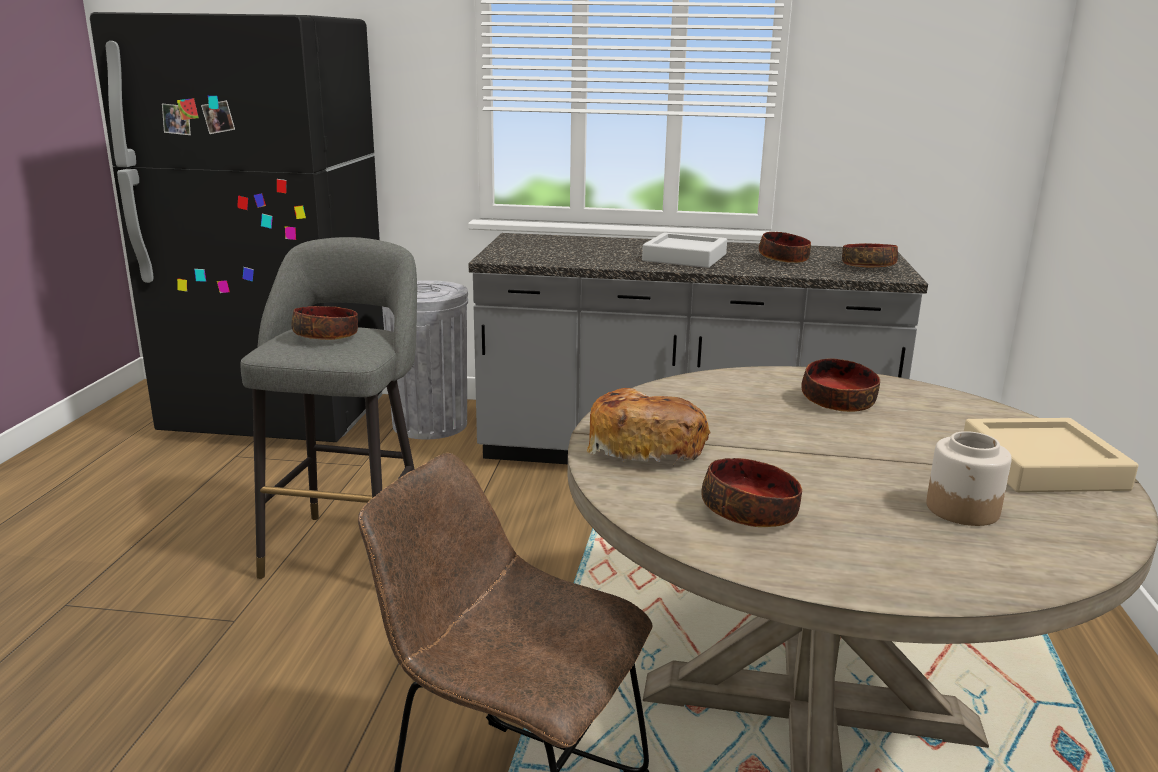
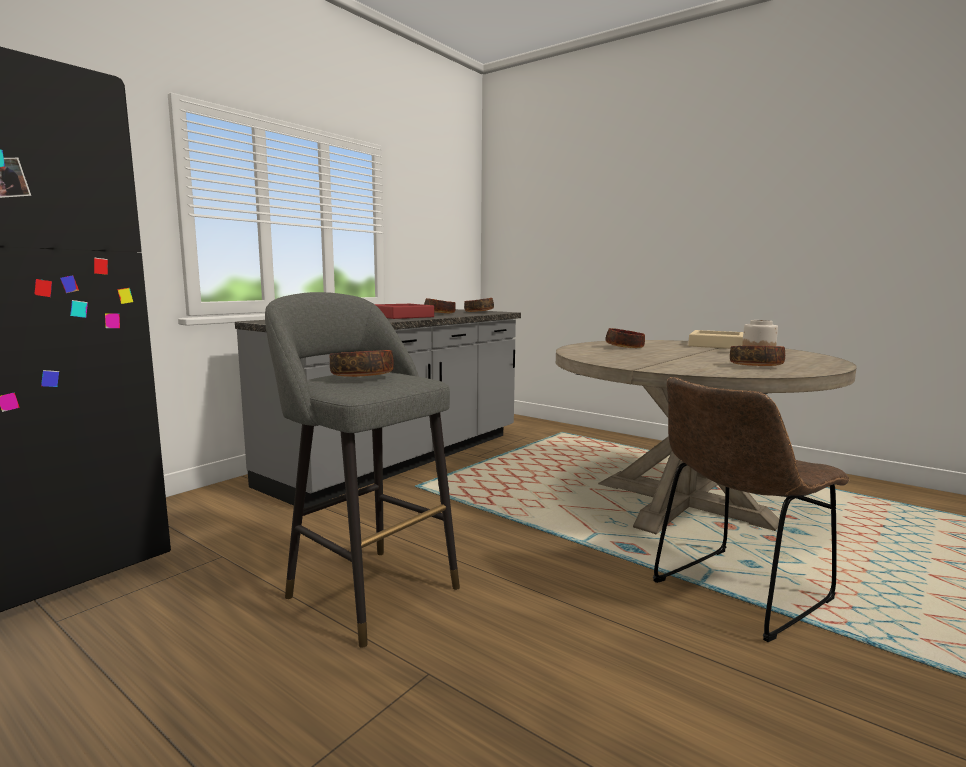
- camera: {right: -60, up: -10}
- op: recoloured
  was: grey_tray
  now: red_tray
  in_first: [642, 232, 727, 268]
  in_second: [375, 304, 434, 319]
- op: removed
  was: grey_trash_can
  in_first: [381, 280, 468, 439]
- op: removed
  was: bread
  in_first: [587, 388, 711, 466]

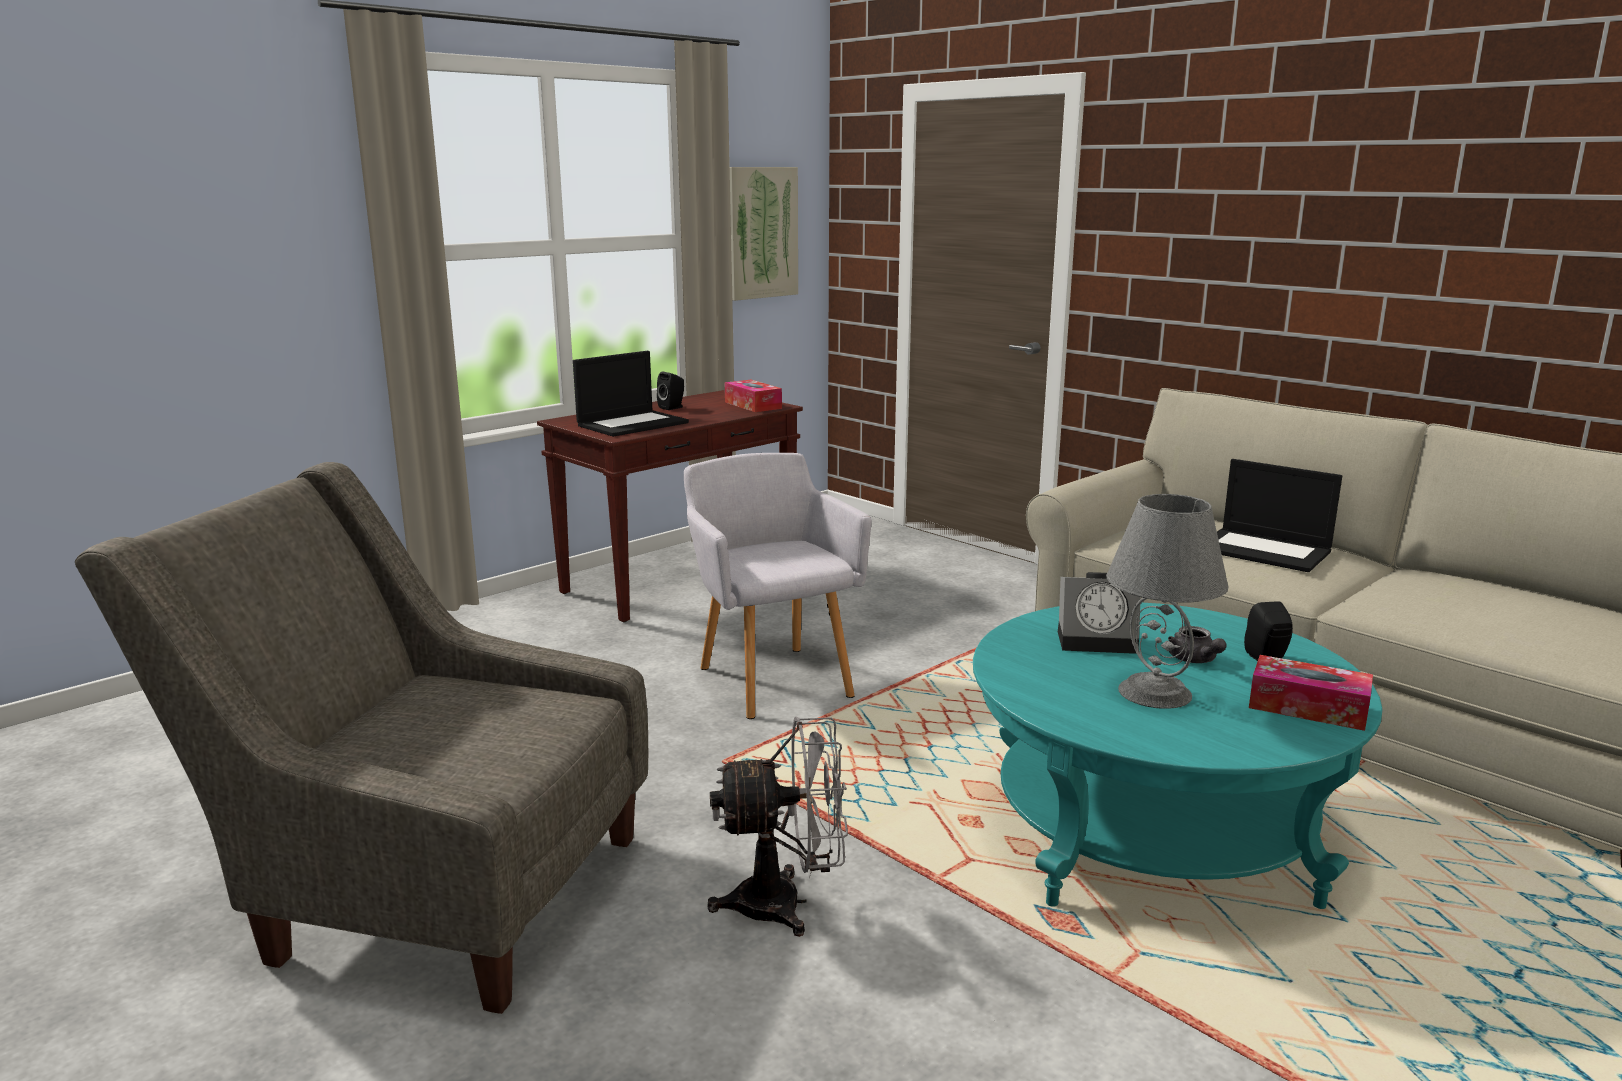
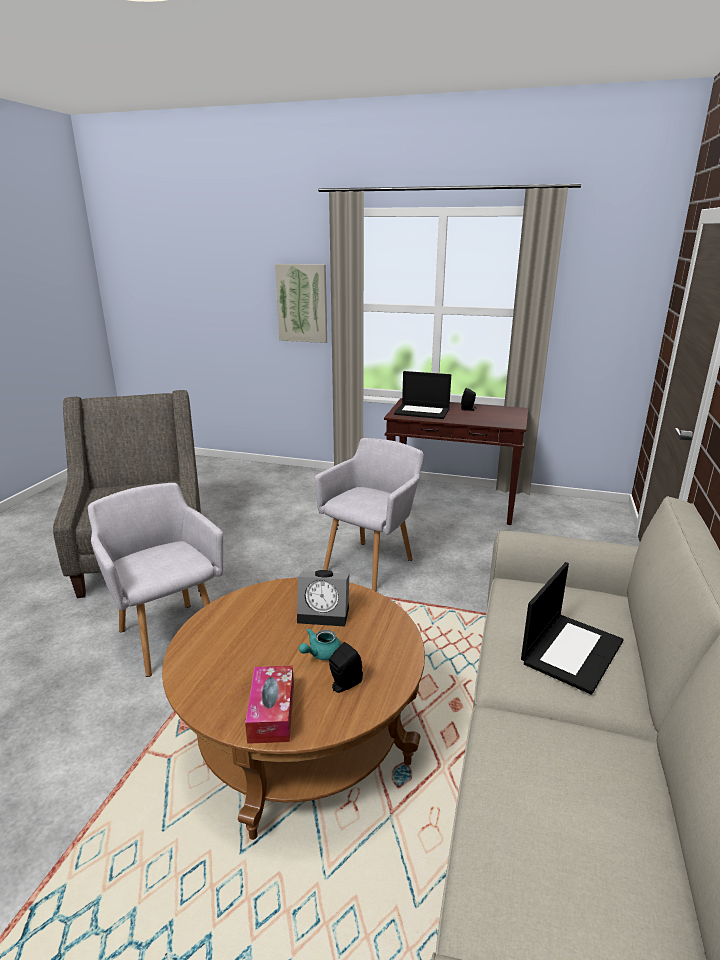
- camera: {right: 60, up: 5}
- op: moved
  was: picture
  in_first: [730, 167, 798, 301]
  in_second: [275, 264, 327, 343]
- op: removed
  was: tissue_box
  in_first: [725, 380, 782, 412]
- op: turned
  was: laptop
  in_first: [1217, 459, 1342, 572]
  in_second: [521, 562, 624, 695]
  clockwise: -150
- op: removed
  was: grey_table_lamp
  in_first: [1106, 494, 1229, 709]
- op: turned
  was: alarm_clock
  in_first: [1058, 572, 1141, 654]
  in_second: [297, 570, 349, 627]
  clockwise: -60
- op: recoloured
  was: turquoise_coffee_table
  now: brown_coffee_table
  in_first: [973, 603, 1383, 909]
  in_second: [162, 578, 425, 840]
- op: recoloured
  was: grey_teapot
  now: turquoise_teapot
  in_first: [1168, 626, 1227, 663]
  in_second: [299, 628, 341, 660]
- op: replaced
  was: grey_fan
  now: grey_armchair
  in_first: [707, 717, 848, 937]
  in_second: [88, 483, 223, 677]

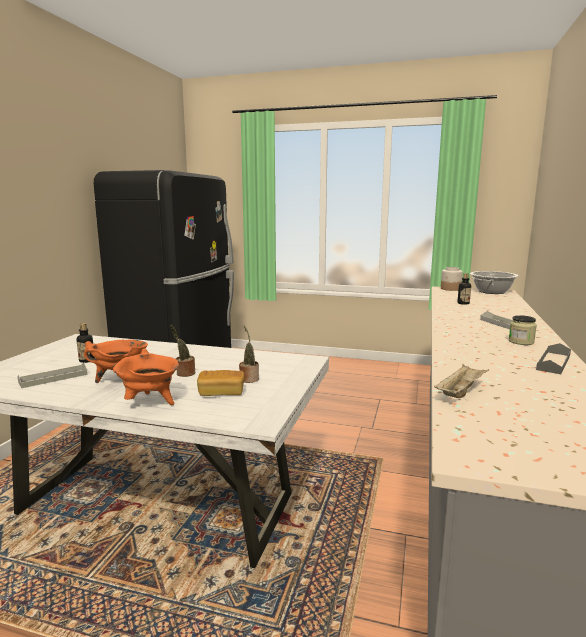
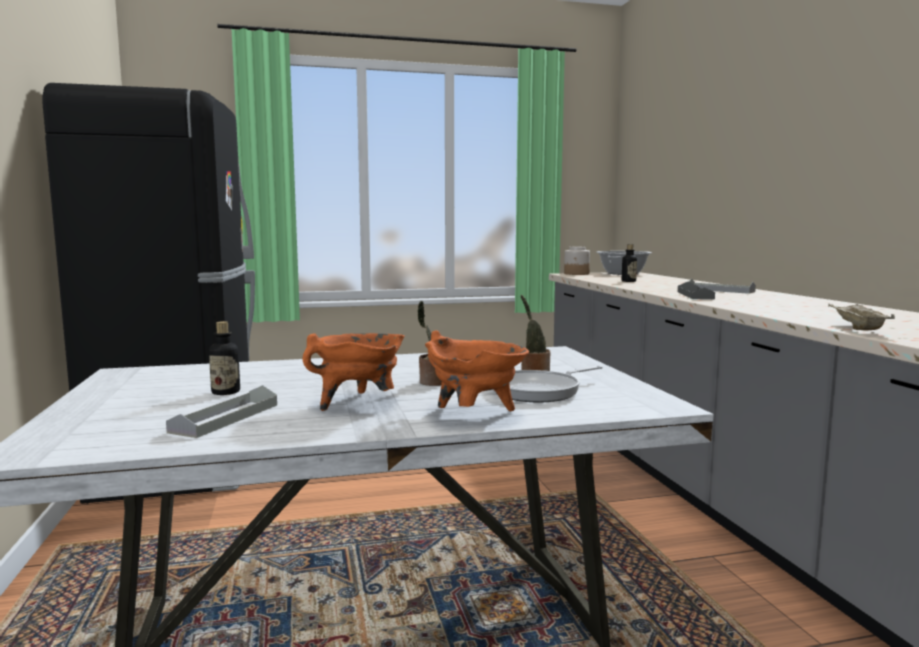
- camera: {right: -30, up: -5}
- op: removed
  was: jar
  in_first: [509, 315, 537, 345]
- op: moved
  was: grey_tray
  in_first: [536, 343, 571, 374]
  in_second: [678, 281, 715, 300]
- op: replaced
  was: bread
  now: frying_pan
  in_first: [197, 370, 244, 396]
  in_second: [493, 365, 603, 403]

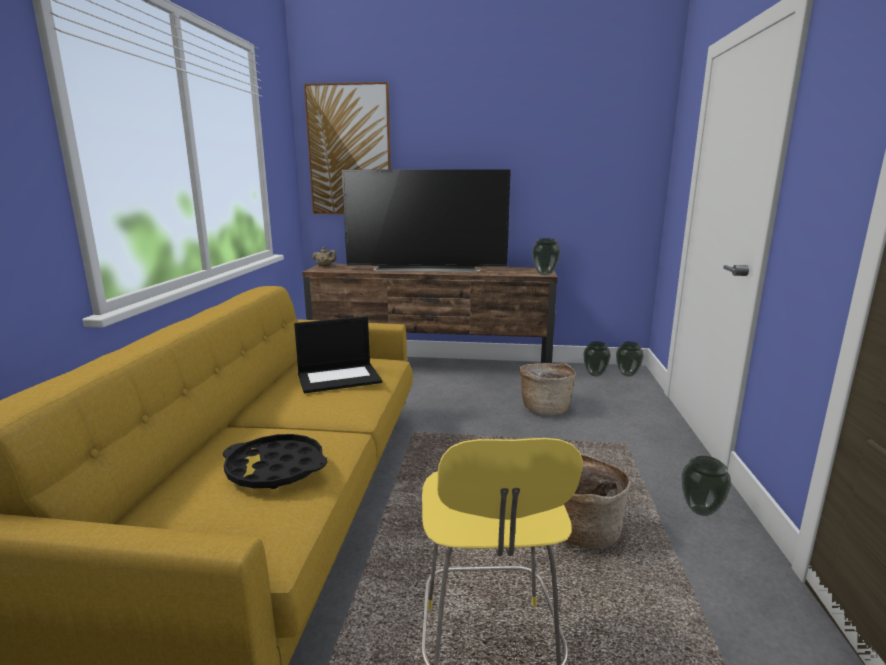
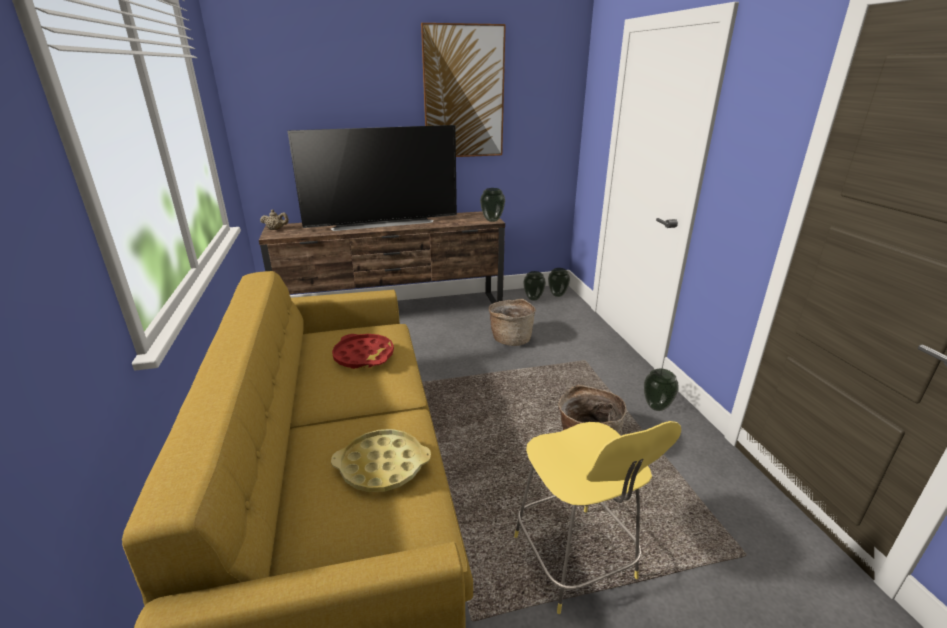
- camera: {right: -20, up: 10}
- op: moved
  was: picture
  in_first: [304, 82, 391, 214]
  in_second: [421, 23, 506, 157]
- op: replaced
  was: laptop
  now: red_tray
  in_first: [294, 316, 382, 393]
  in_second: [332, 334, 394, 369]
- op: recoloured
  was: black_tray
  now: yellow_tray
  in_first: [223, 434, 327, 489]
  in_second: [331, 429, 431, 492]

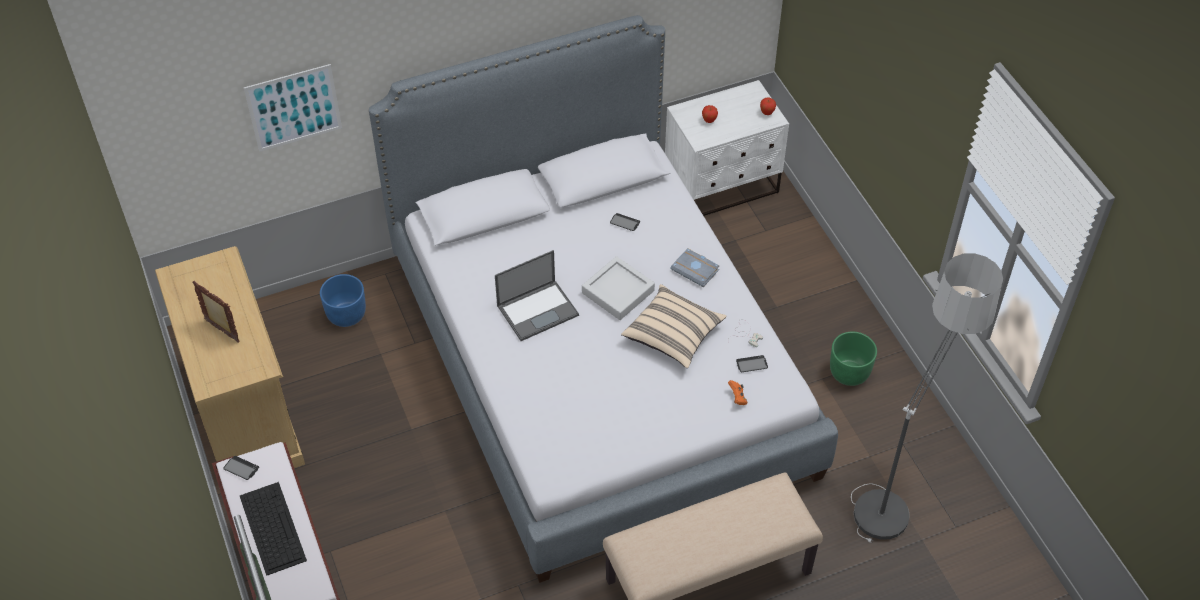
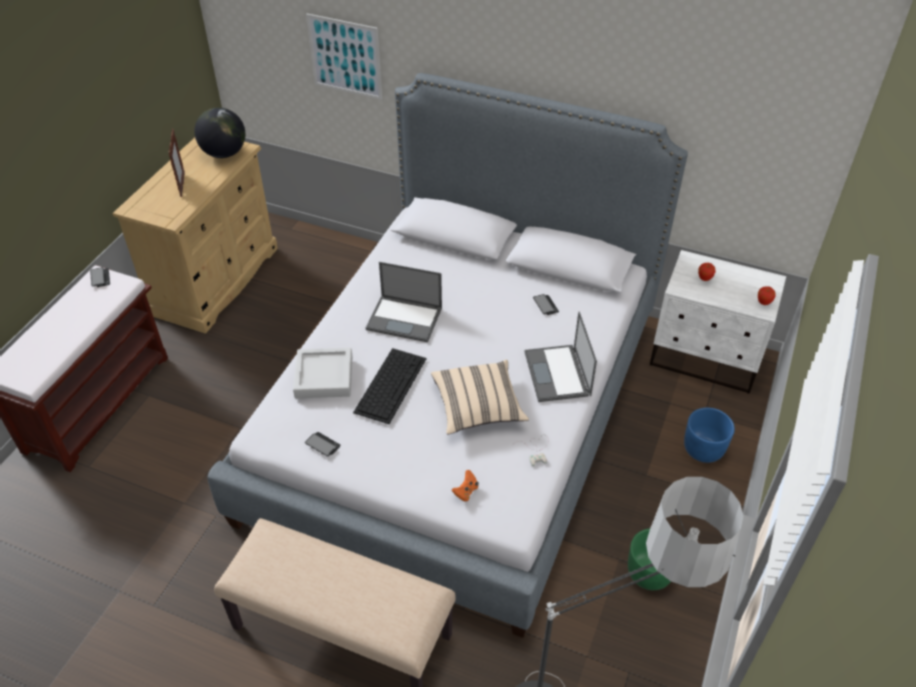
- camera: {right: 45, up: -5}
- op: replaced
  was: grey_book
  now: laptop
  in_first: [671, 248, 719, 287]
  in_second: [525, 312, 597, 402]
- op: moved
  was: grey_tray
  in_first: [582, 256, 655, 320]
  in_second: [293, 348, 353, 398]
- op: moved
  was: blue_planter
  in_first: [320, 274, 366, 327]
  in_second: [684, 408, 735, 463]
- op: moved
  was: phone
  in_first: [736, 355, 768, 372]
  in_second: [305, 432, 341, 457]
- op: moved
  was: keyboard
  in_first: [240, 482, 307, 576]
  in_second: [353, 348, 427, 424]
- op: added
  now: globe
  in_second: [194, 108, 245, 158]

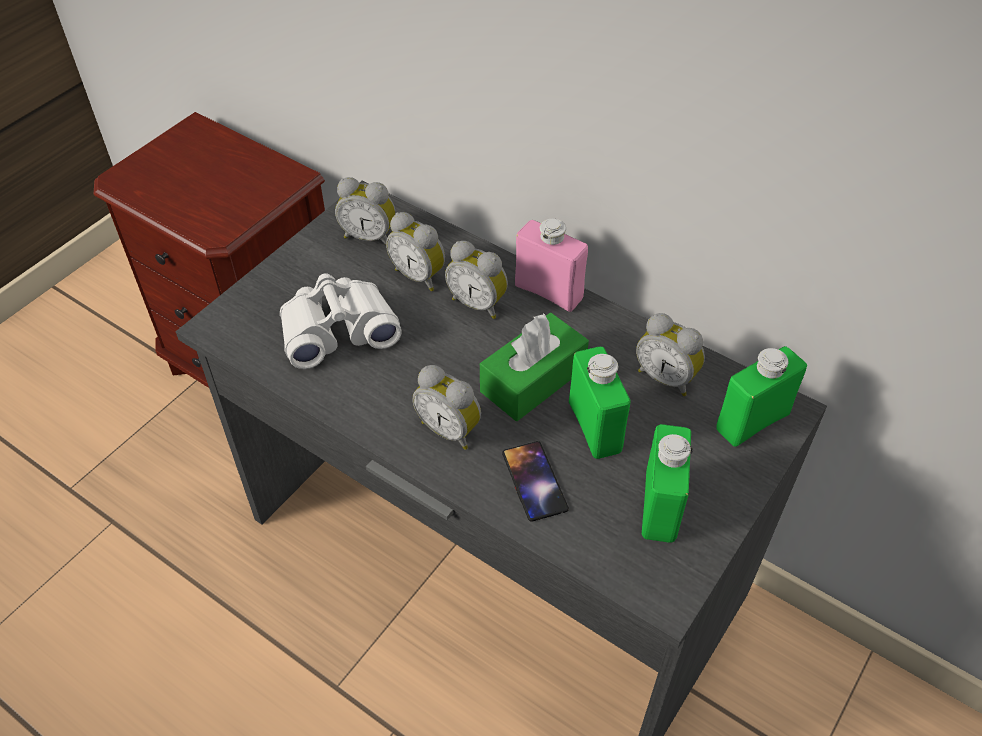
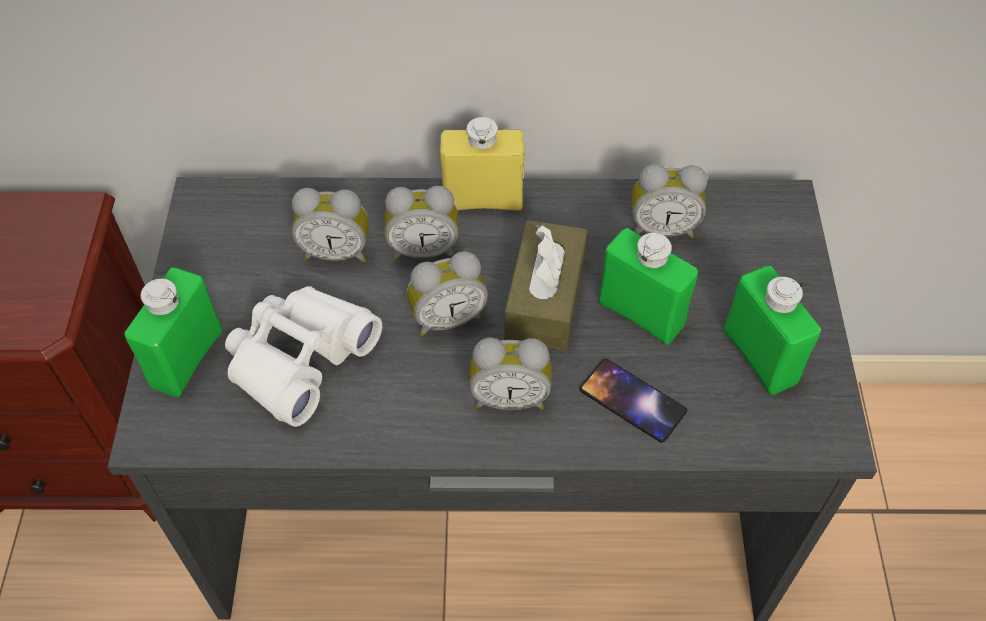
- camera: {right: -35, up: 5}
- op: moved
  was: alarm_clock
  in_first: [335, 177, 395, 245]
  in_second: [407, 251, 488, 337]
- op: recoloured
  was: pink_bottle
  now: yellow_bottle
  in_first: [515, 219, 588, 312]
  in_second: [440, 117, 525, 211]
- op: recoloured
  was: green_tissue_box
  now: brown_tissue_box
  in_first: [480, 313, 589, 421]
  in_second: [504, 220, 587, 351]
- op: moved
  was: green_bottle
  in_first: [716, 346, 807, 447]
  in_second: [124, 268, 222, 397]

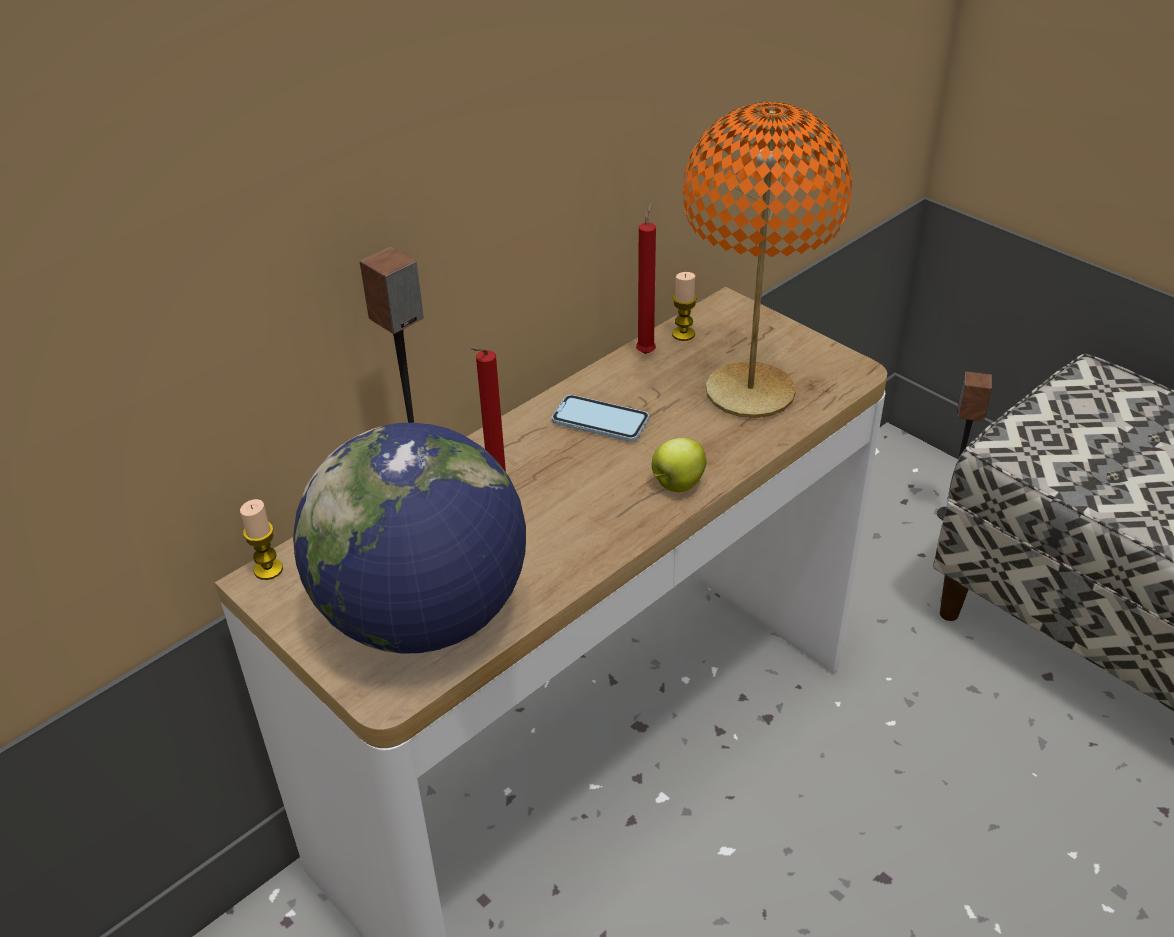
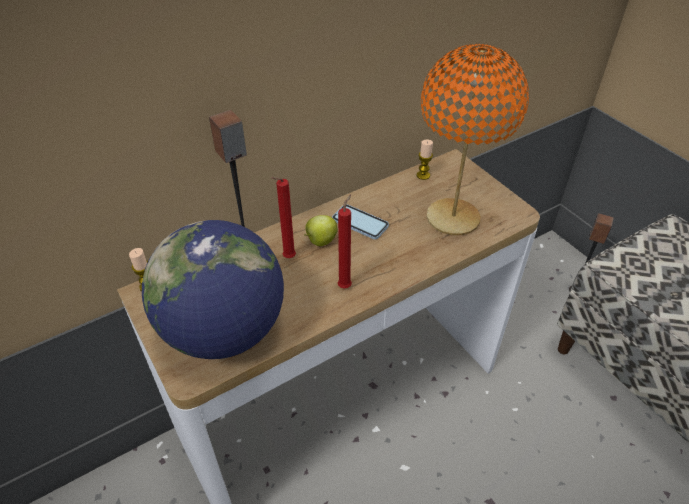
- camera: {right: 10, up: 5}
- op: moved
  was: red_candle
  in_first: [636, 203, 656, 354]
  in_second: [338, 194, 352, 289]
- op: moved
  was: apple
  in_first: [651, 438, 707, 492]
  in_second: [304, 215, 338, 246]

